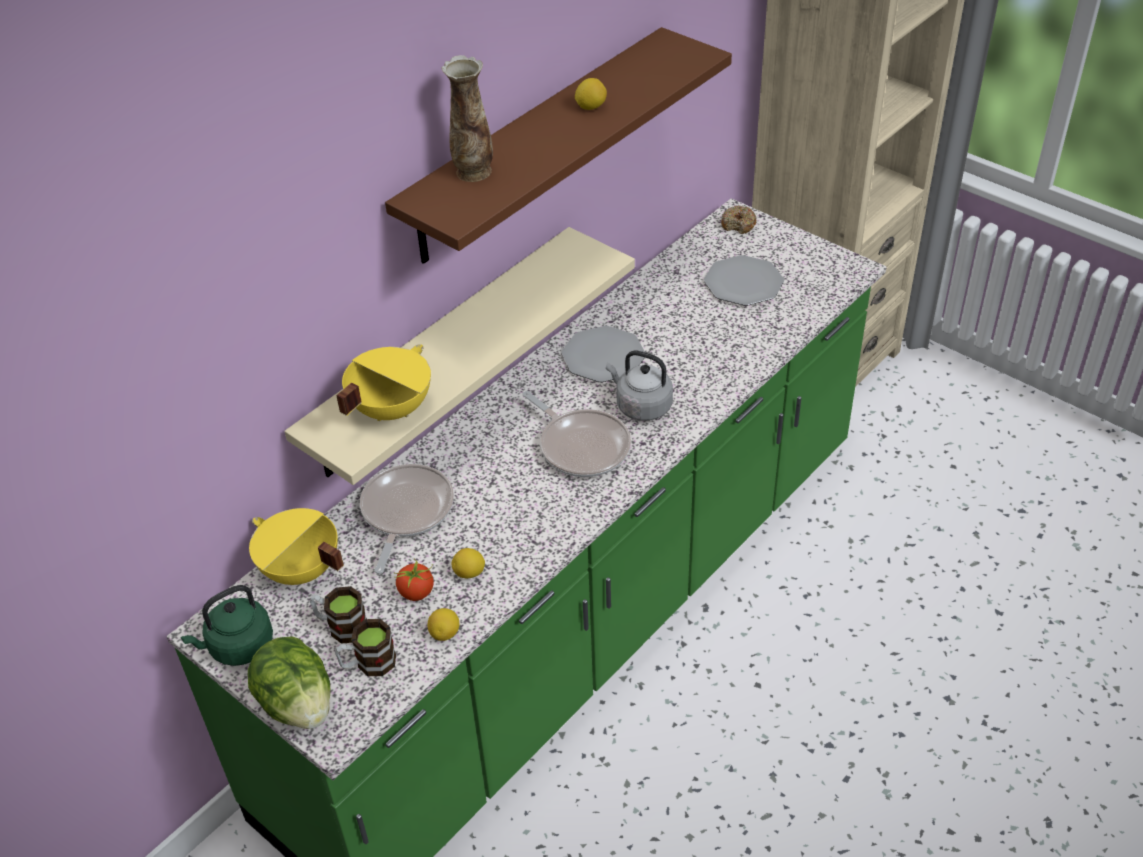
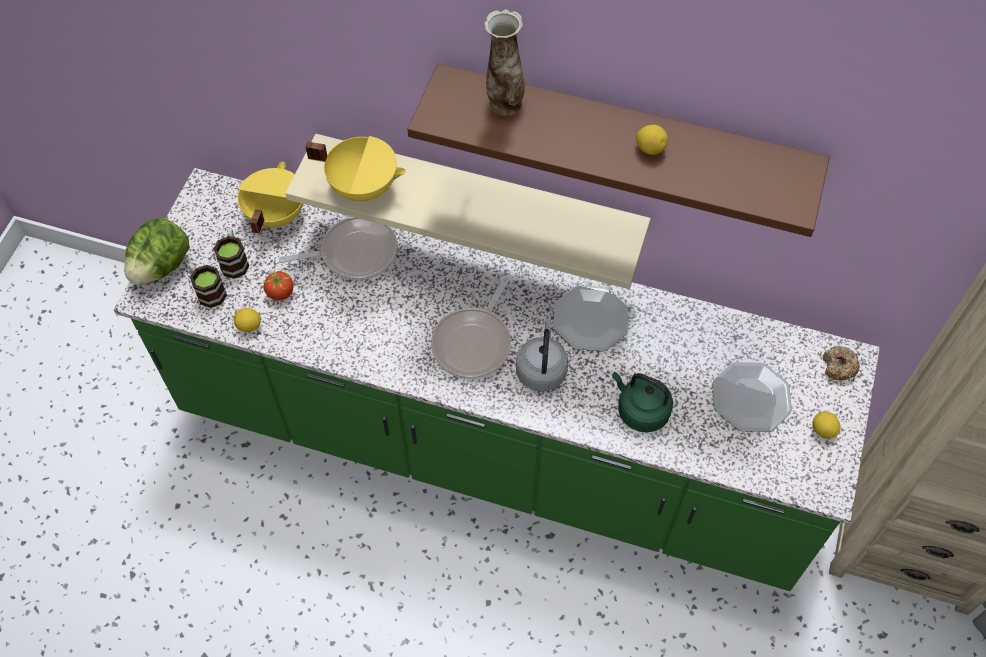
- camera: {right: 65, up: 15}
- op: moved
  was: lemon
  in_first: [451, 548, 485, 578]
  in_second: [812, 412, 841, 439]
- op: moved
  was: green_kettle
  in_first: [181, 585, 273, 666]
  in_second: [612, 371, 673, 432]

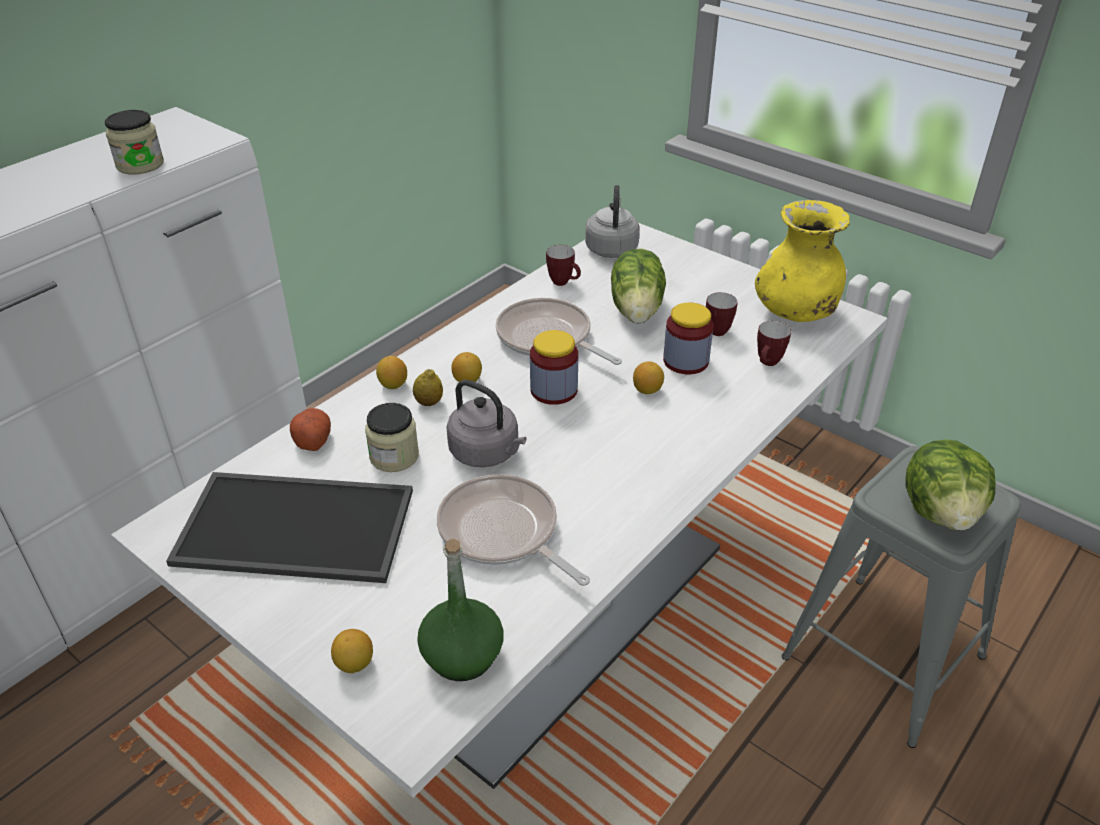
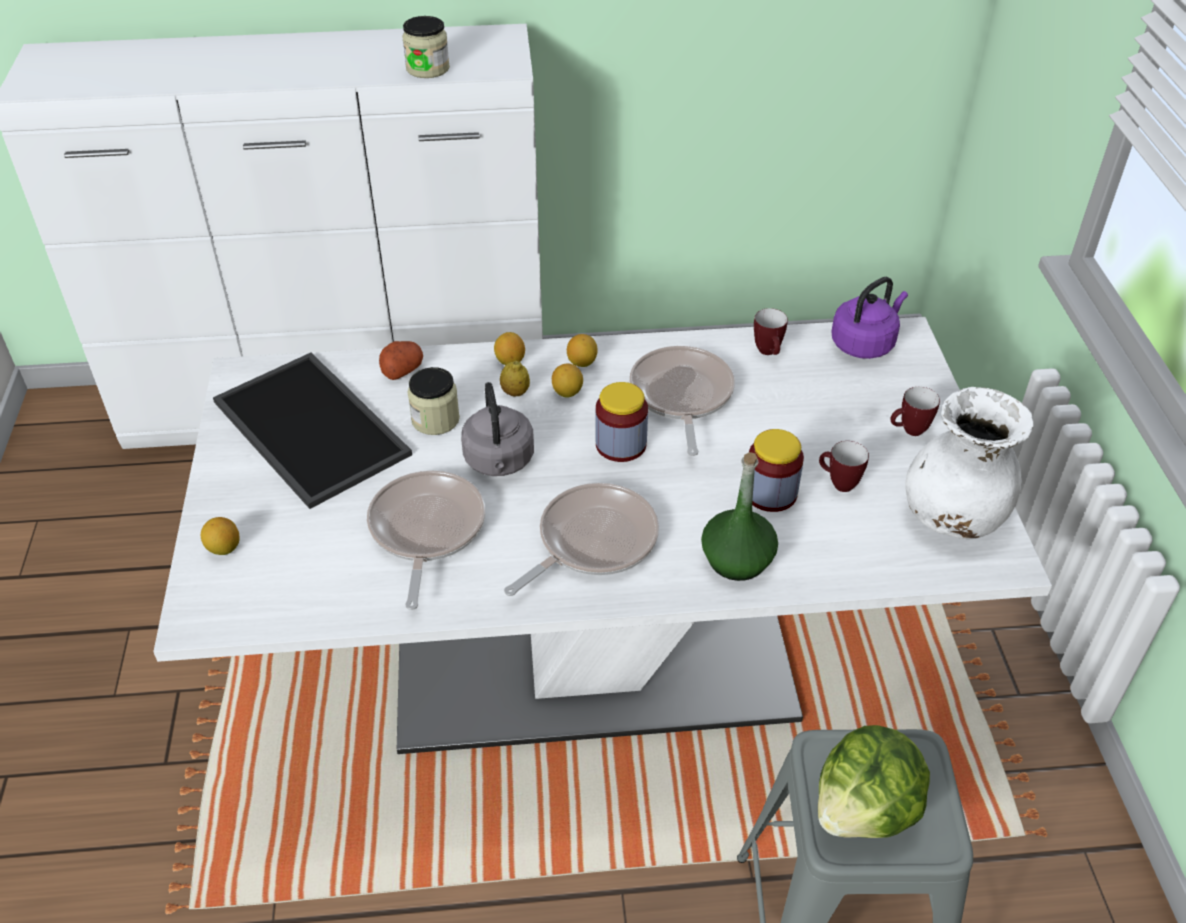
- camera: {right: 45, up: 5}
- op: recoloured
  was: grey_kettle
  now: purple_kettle
  in_first: [585, 185, 640, 258]
  in_second: [831, 277, 908, 359]
- op: recoloured
  was: yellow_vase
  now: white_vase
  in_first: [755, 200, 850, 322]
  in_second: [906, 387, 1034, 539]
- op: removed
  was: lettuce
  in_first: [611, 249, 666, 323]
- op: moved
  was: mug
  in_first: [757, 321, 791, 366]
  in_second: [891, 387, 940, 436]
- op: moved
  was: lemon
  in_first: [633, 361, 664, 394]
  in_second: [567, 334, 598, 367]
- op: moved
  was: green_bottle
  in_first: [417, 538, 504, 681]
  in_second: [701, 452, 778, 581]
- op: added
  now: frying_pan
  in_second: [504, 483, 659, 596]

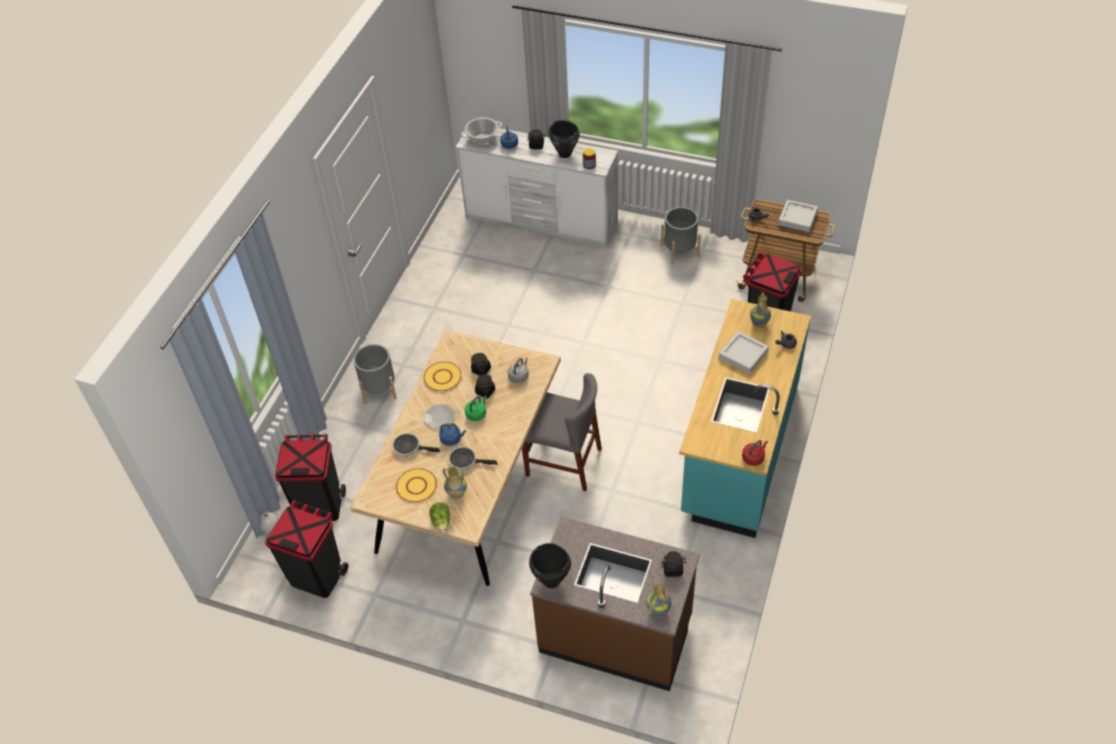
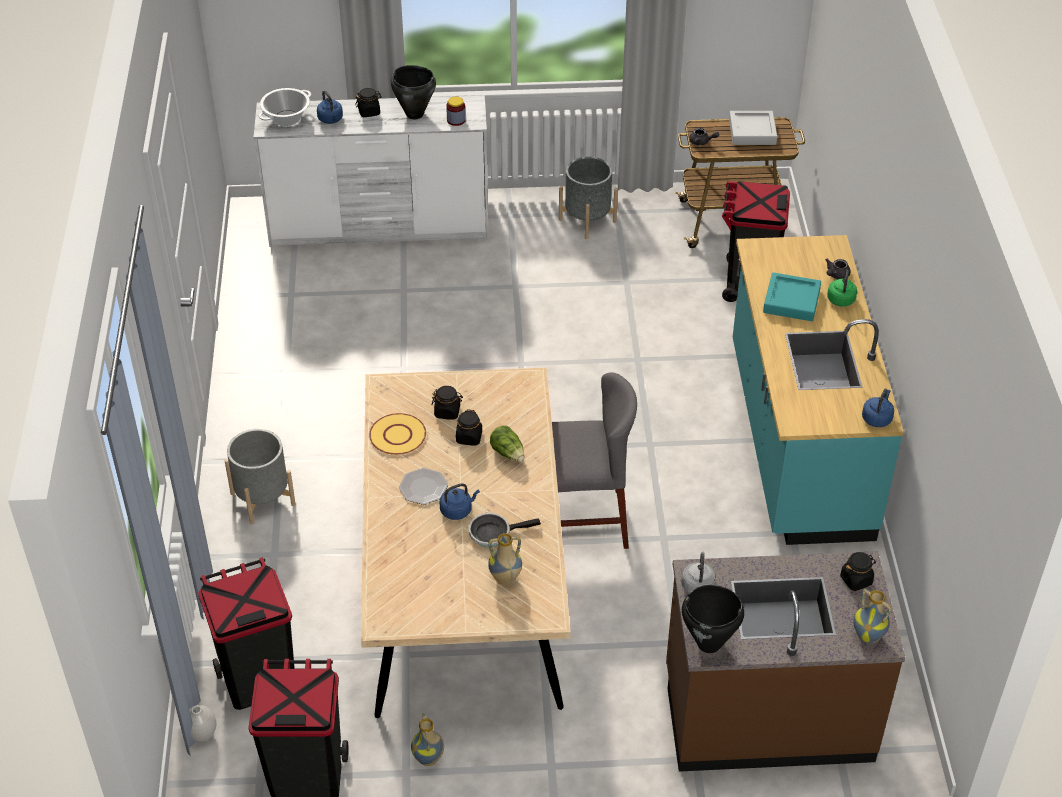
- camera: {right: -25, up: -5}
- op: moved
  was: vase
  in_first: [750, 292, 771, 328]
  in_second: [411, 713, 444, 766]
- op: recoloured
  was: grey_tray
  now: turquoise_tray
  in_first: [719, 331, 769, 374]
  in_second: [763, 272, 821, 321]
- op: moved
  was: grey_kettle
  in_first: [508, 358, 529, 383]
  in_second: [681, 552, 716, 593]
- op: moved
  was: green_kettle
  in_first: [465, 396, 487, 421]
  in_second: [827, 270, 857, 307]
- op: removed
  was: frying_pan
  in_first: [392, 433, 440, 456]
- op: recoloured
  was: red_kettle
  now: blue_kettle
  in_first: [742, 440, 768, 466]
  in_second: [862, 389, 894, 427]
- op: removed
  was: yellow_plate
  in_first: [396, 468, 437, 502]
- op: moved
  was: lettuce
  in_first: [429, 502, 450, 533]
  in_second: [490, 425, 524, 462]

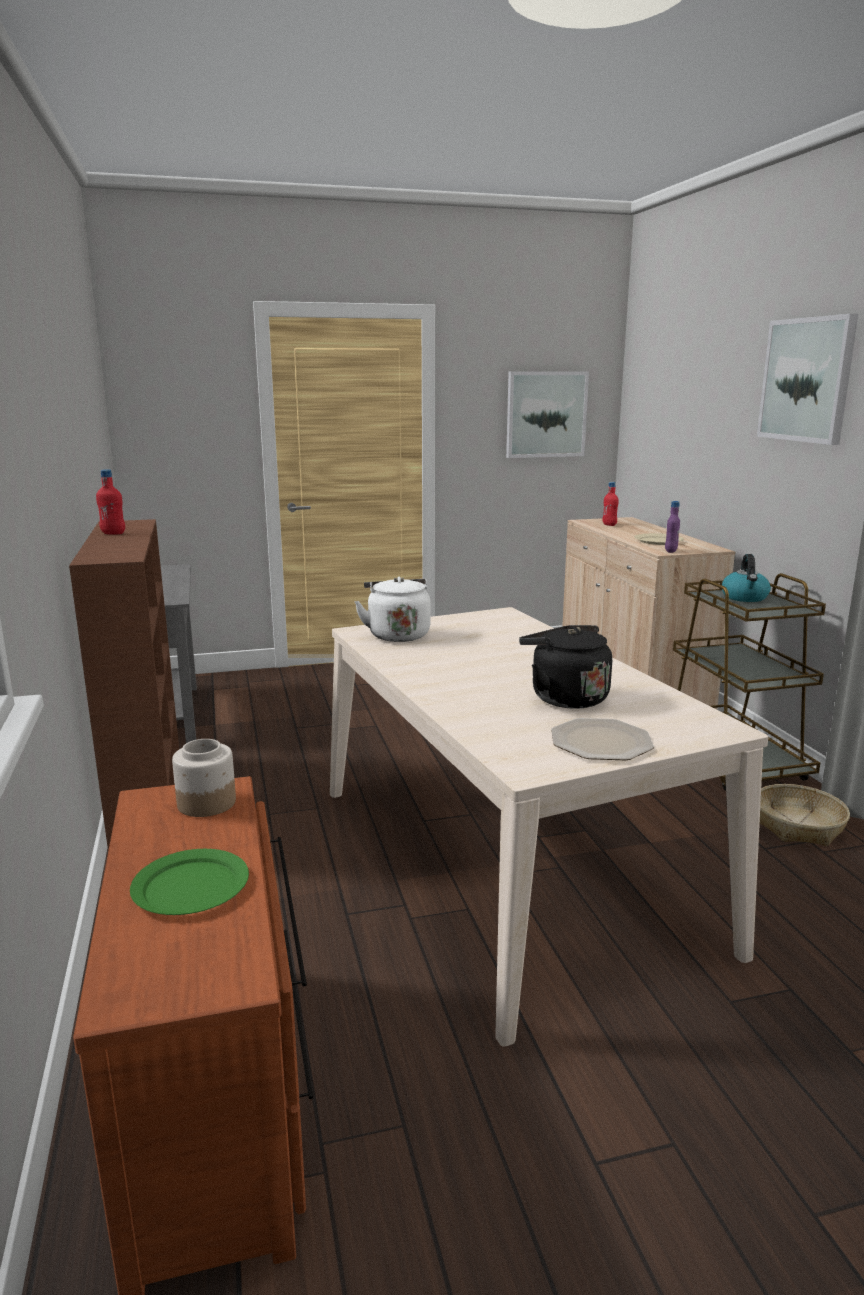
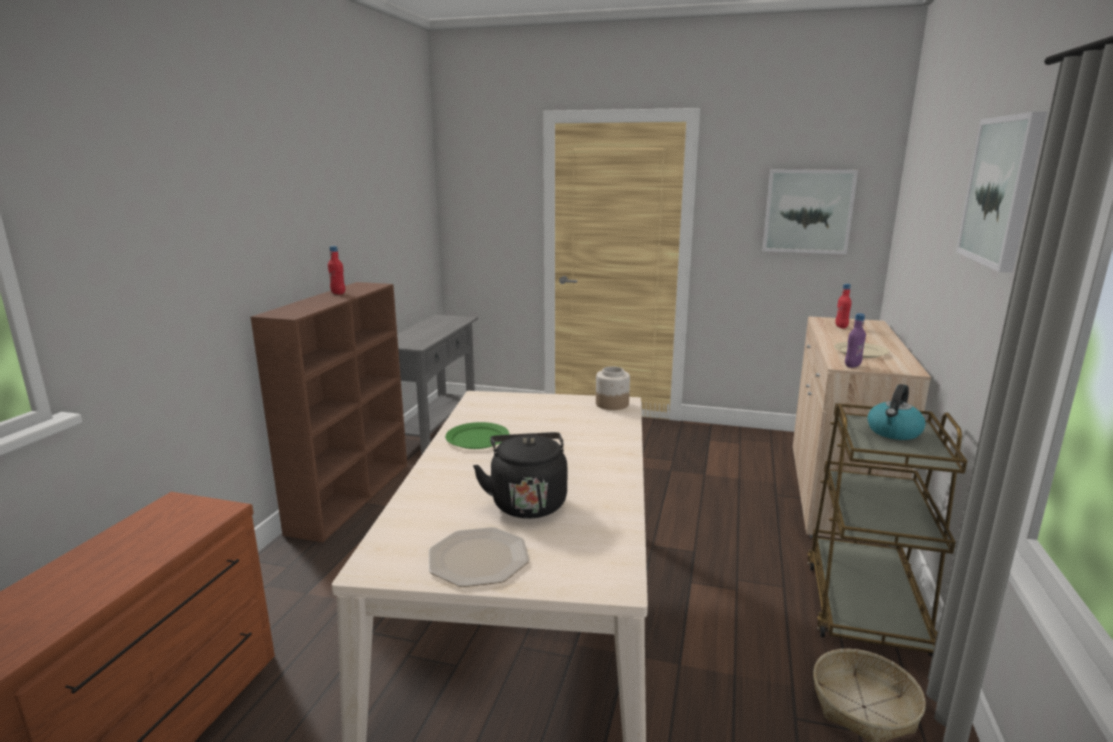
- camera: {right: 30, up: 0}
- op: removed
  was: white_kettle
  in_first: [354, 577, 431, 642]
- op: moved
  was: jar
  in_first: [172, 739, 236, 817]
  in_second: [596, 366, 630, 410]
- op: moved
  was: green_plate
  in_first: [130, 849, 249, 915]
  in_second: [445, 422, 509, 449]

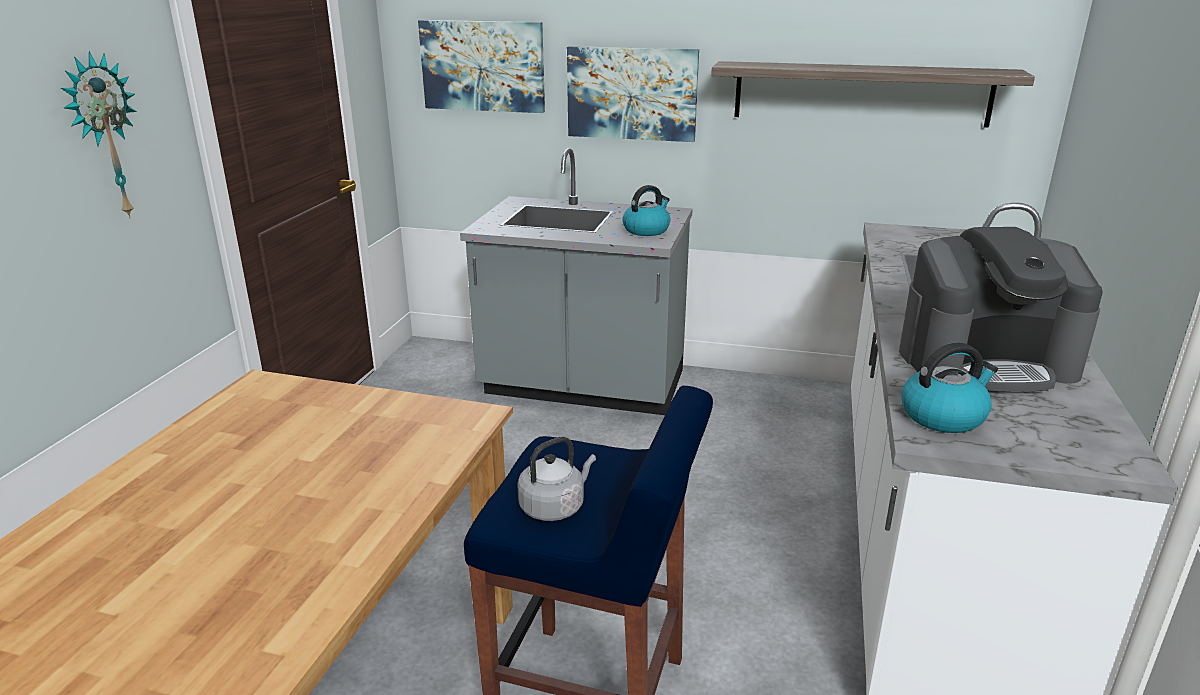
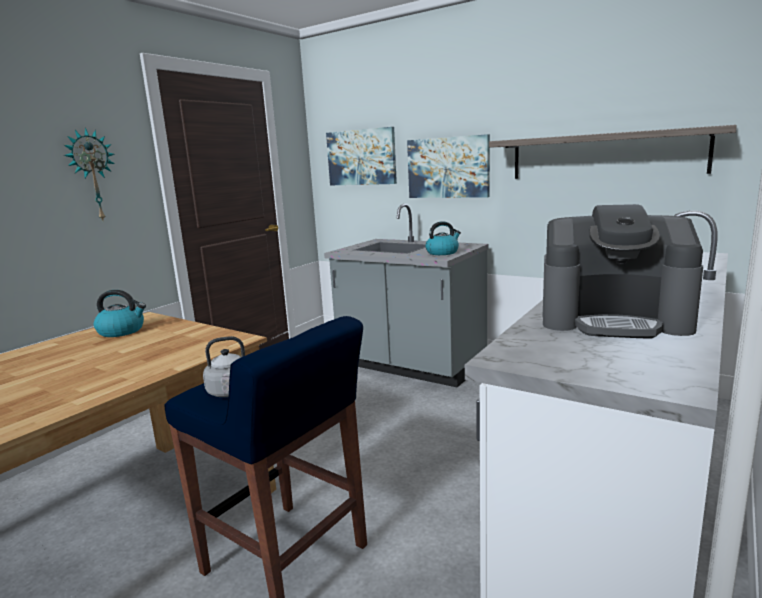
- camera: {right: 20, up: -10}
- op: moved
  was: kettle
  in_first: [901, 343, 998, 433]
  in_second: [94, 290, 146, 337]

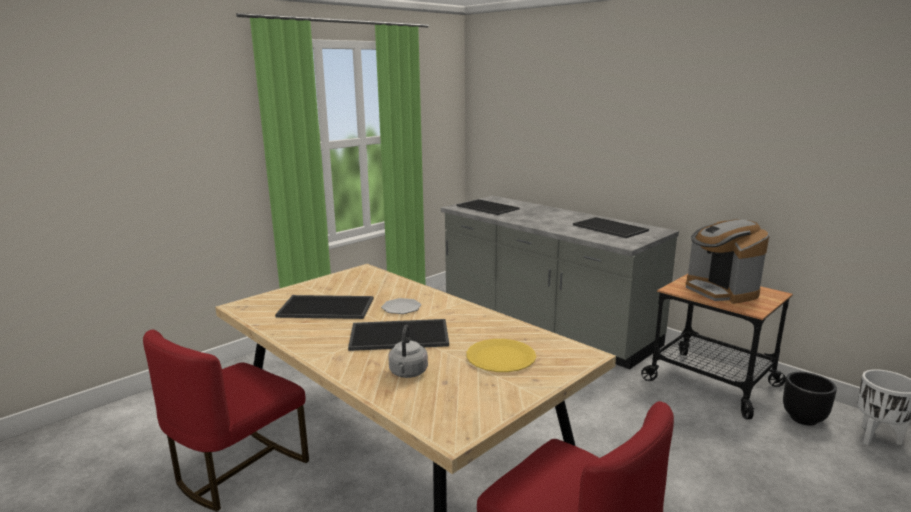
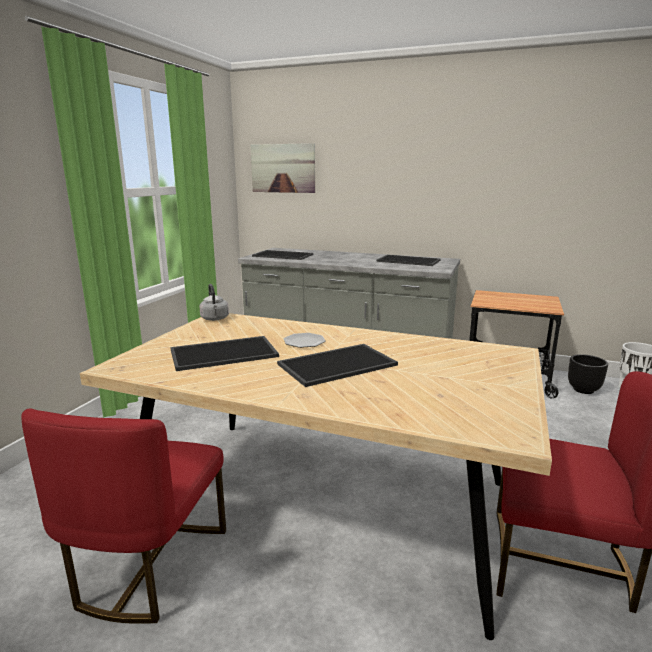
- camera: {right: -25, up: 0}
- op: removed
  was: coffee_machine
  in_first: [685, 219, 769, 304]
- op: moved
  was: grey_kettle
  in_first: [388, 325, 428, 378]
  in_second: [200, 284, 229, 321]
- op: removed
  was: yellow_plate
  in_first: [466, 339, 536, 372]
- op: added
  now: picture
  in_second: [251, 143, 315, 193]

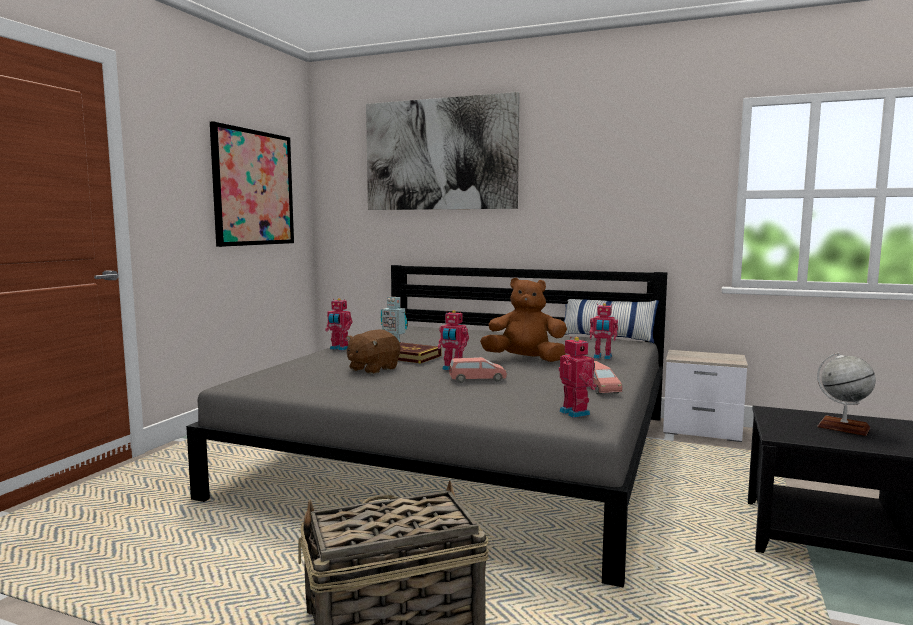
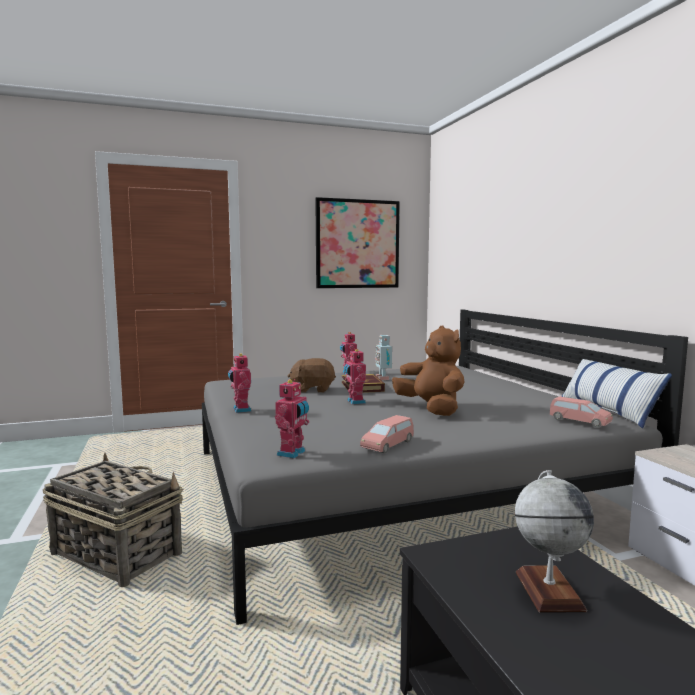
- camera: {right: 50, up: 0}
- op: removed
  was: picture
  in_first: [366, 92, 520, 210]
- op: moved
  was: toy_robot
  in_first: [589, 303, 618, 359]
  in_second: [228, 353, 251, 413]
- op: moved
  was: pink_toy_car
  in_first: [449, 357, 507, 383]
  in_second: [549, 396, 613, 428]

